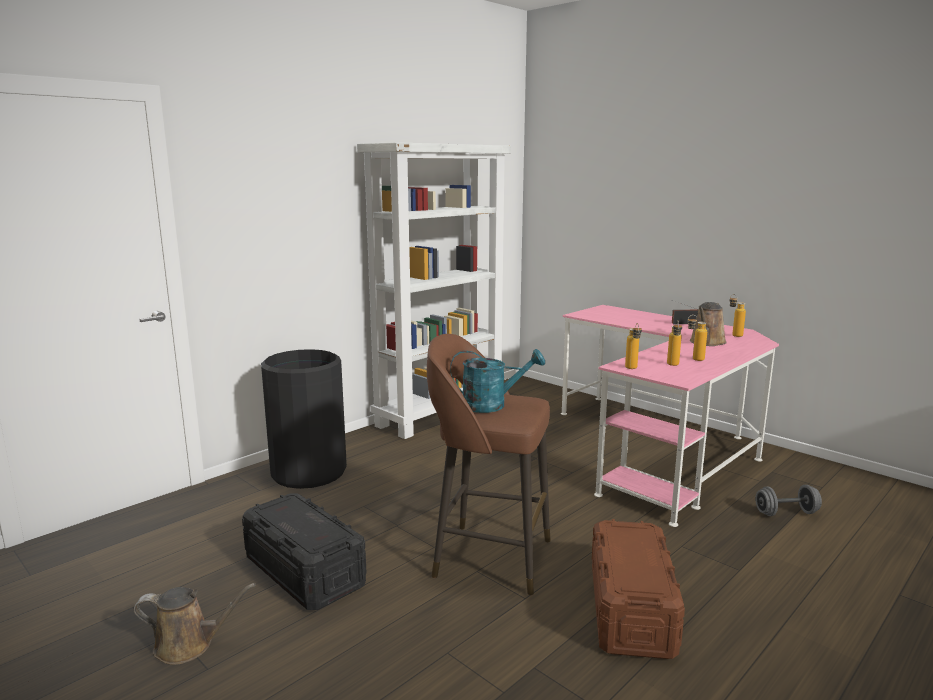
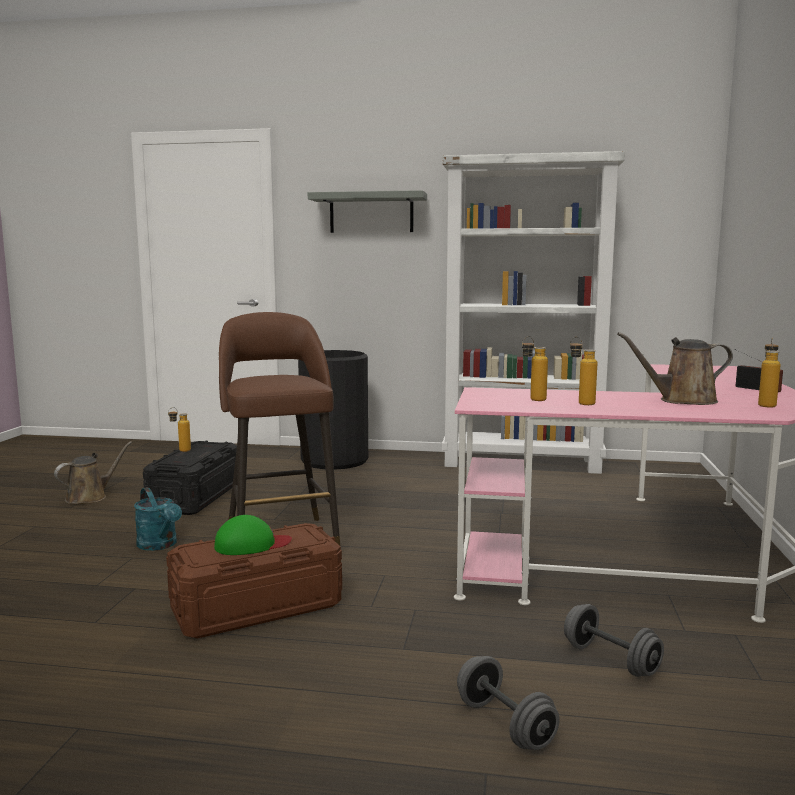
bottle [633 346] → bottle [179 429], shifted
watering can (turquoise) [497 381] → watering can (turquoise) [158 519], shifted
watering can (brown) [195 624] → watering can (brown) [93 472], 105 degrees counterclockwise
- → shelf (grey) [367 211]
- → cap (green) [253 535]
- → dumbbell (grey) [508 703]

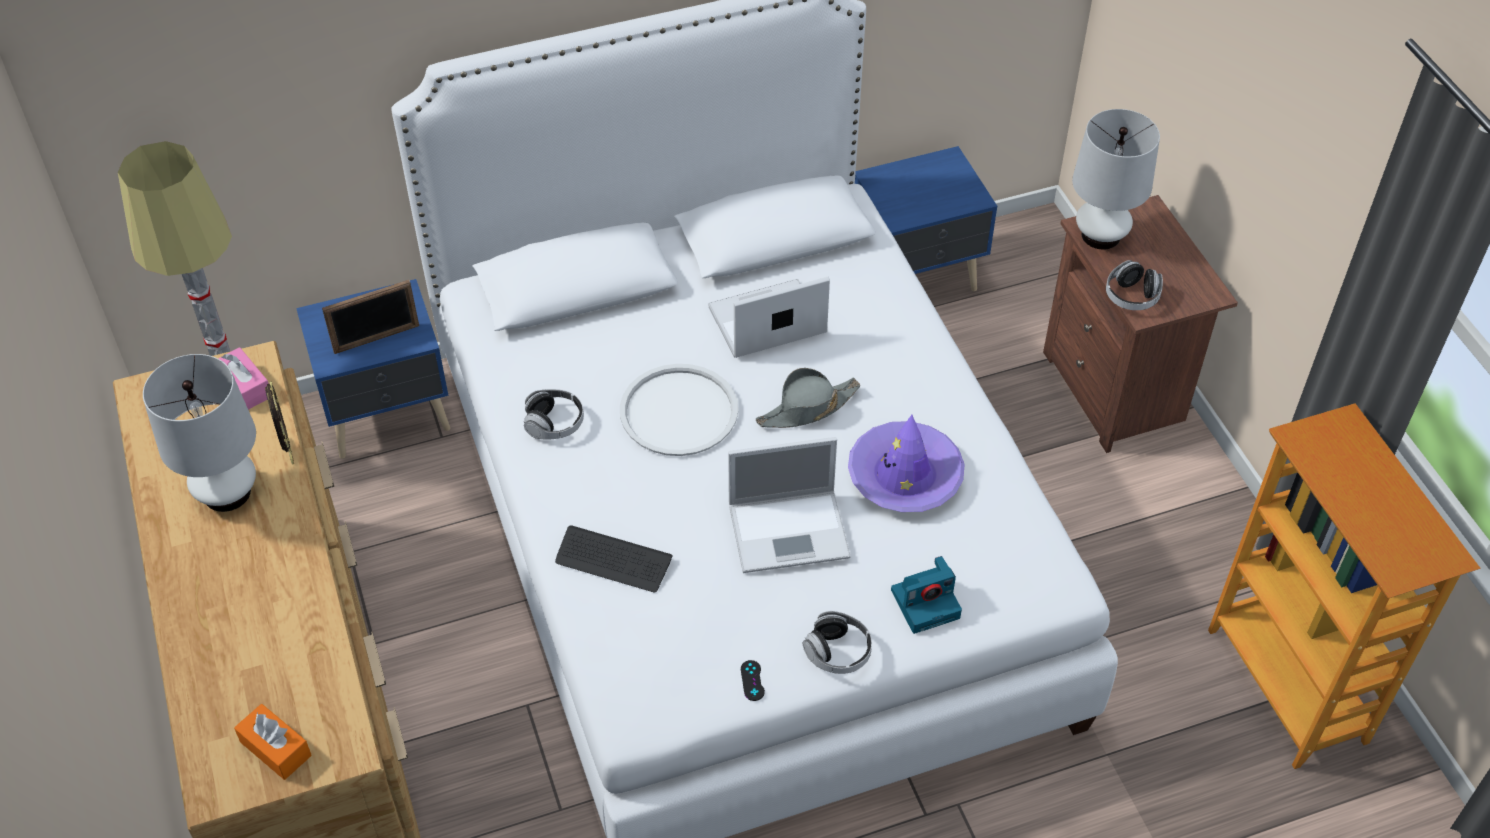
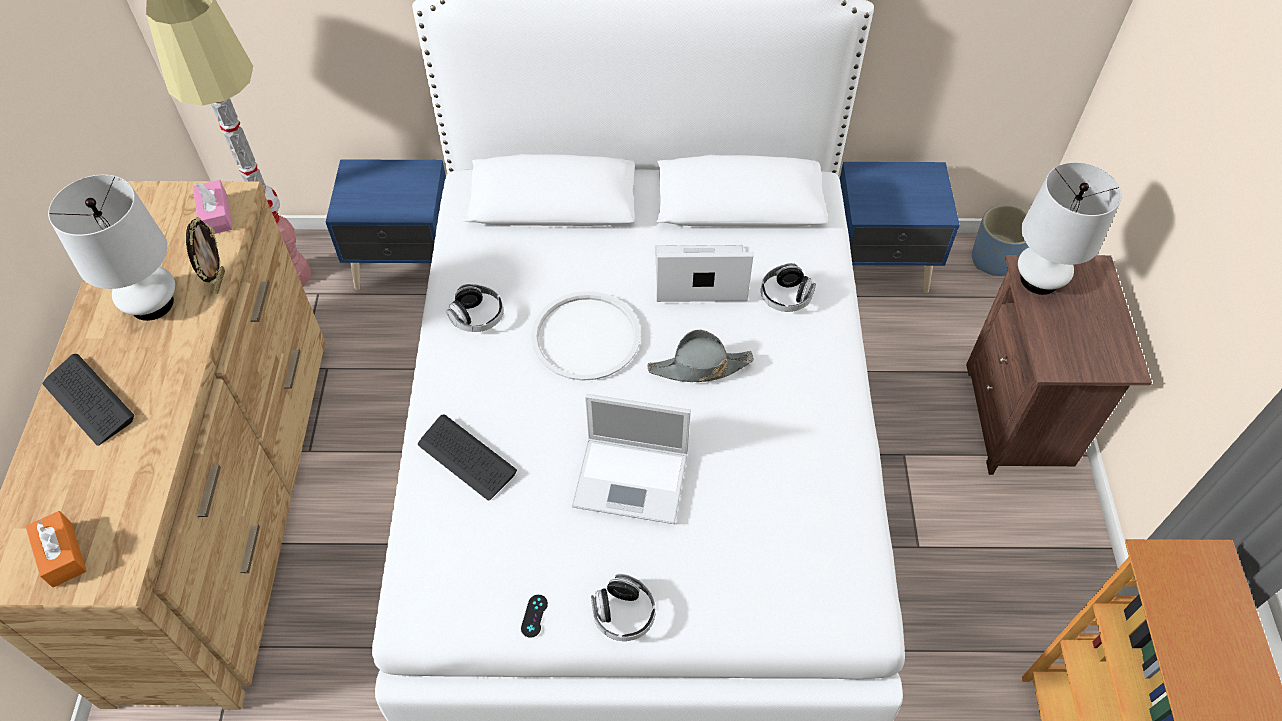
headphones [1134 285] → headphones [788 287], shifted
picture frame [370 317] → -
hat (purple) [906 463] → -
photo camera [926 595] → -
- → planter (blue) [1000 240]
- → keyboard [88 400]

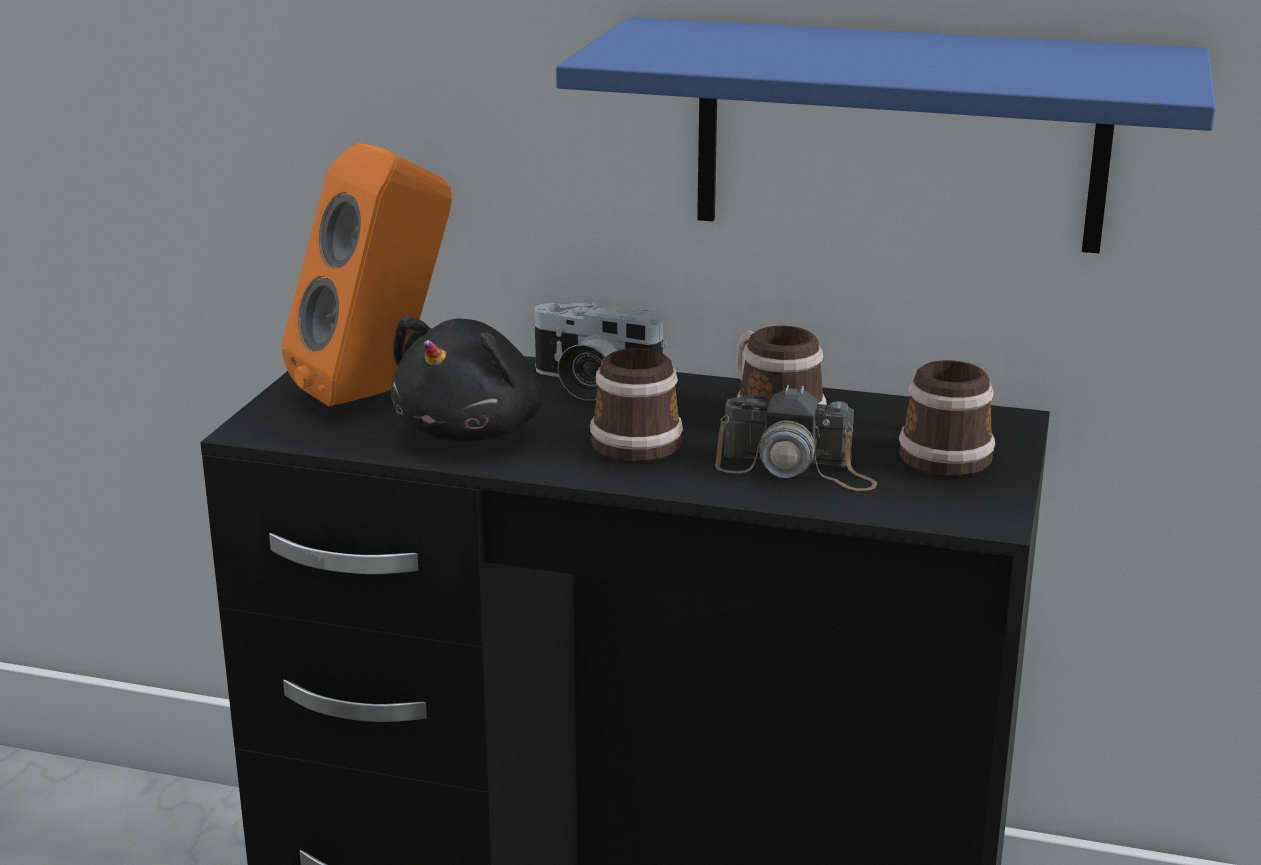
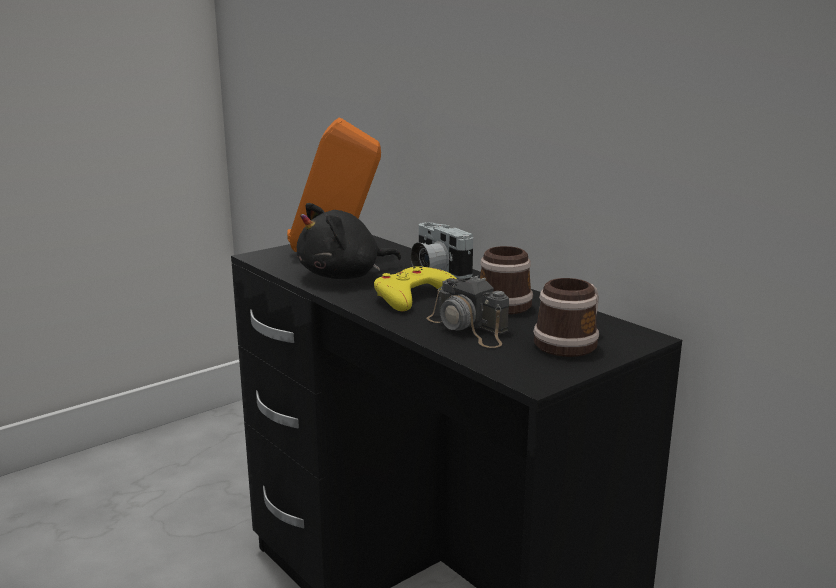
shelf (blue) [886 135] → -
mug [636 405] → game controller (yellow) [415 288]

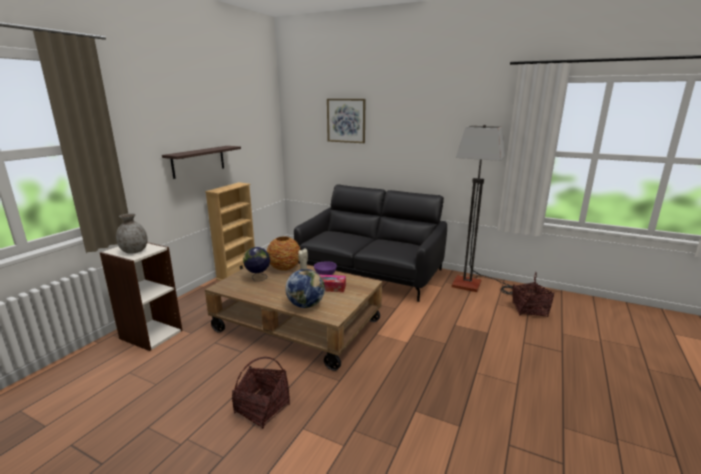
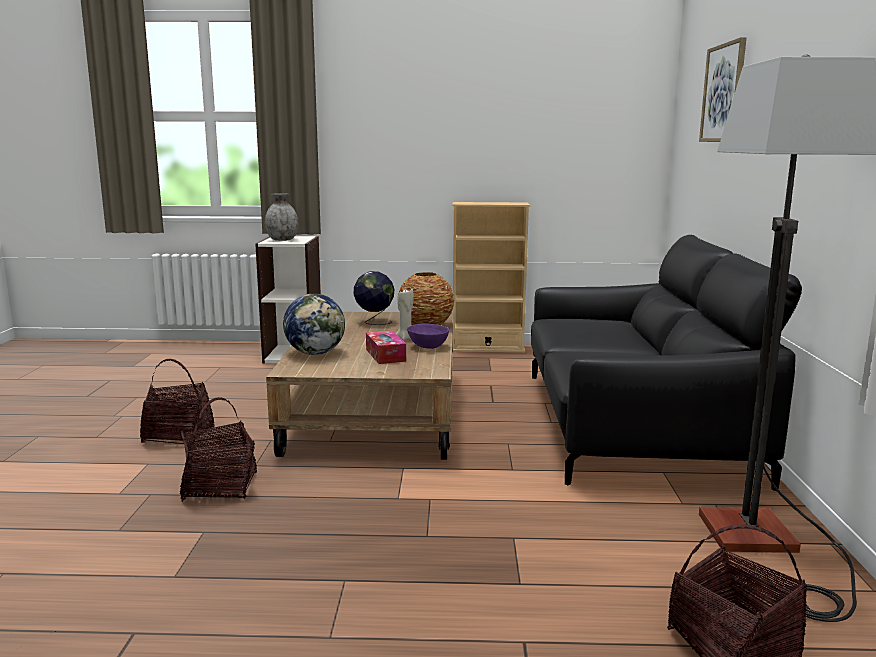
shelf [201 162] → -
- → basket [218 449]

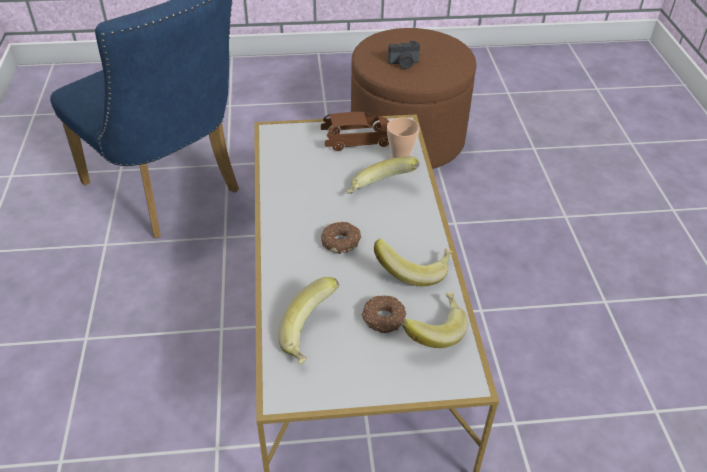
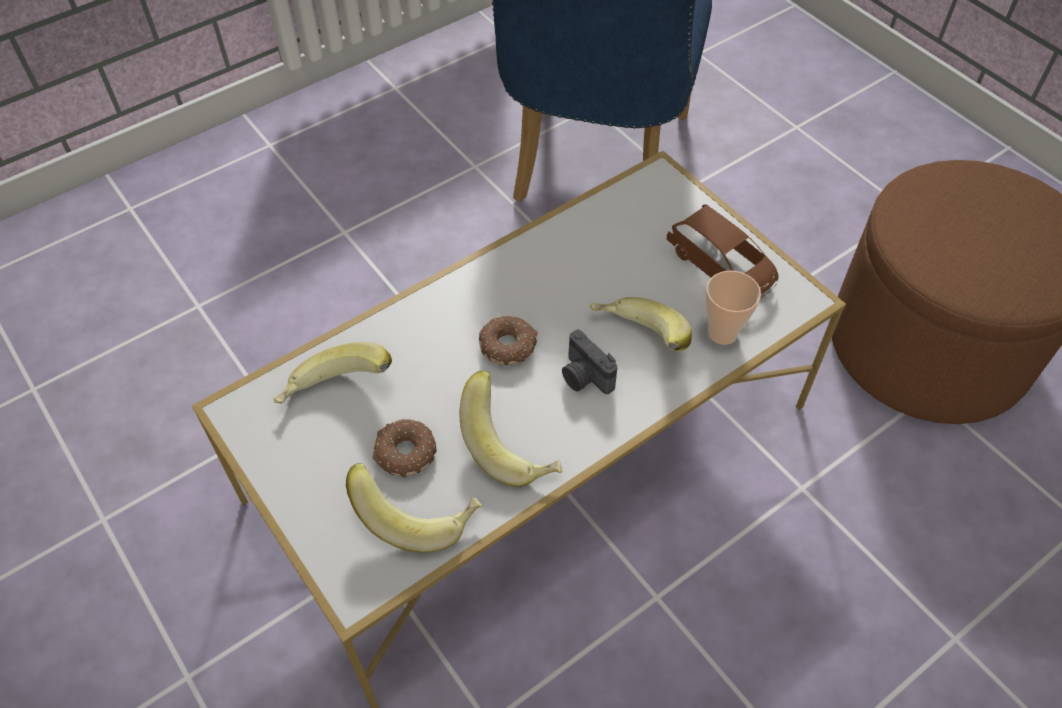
photo camera [404 55] → photo camera [589 362], shifted

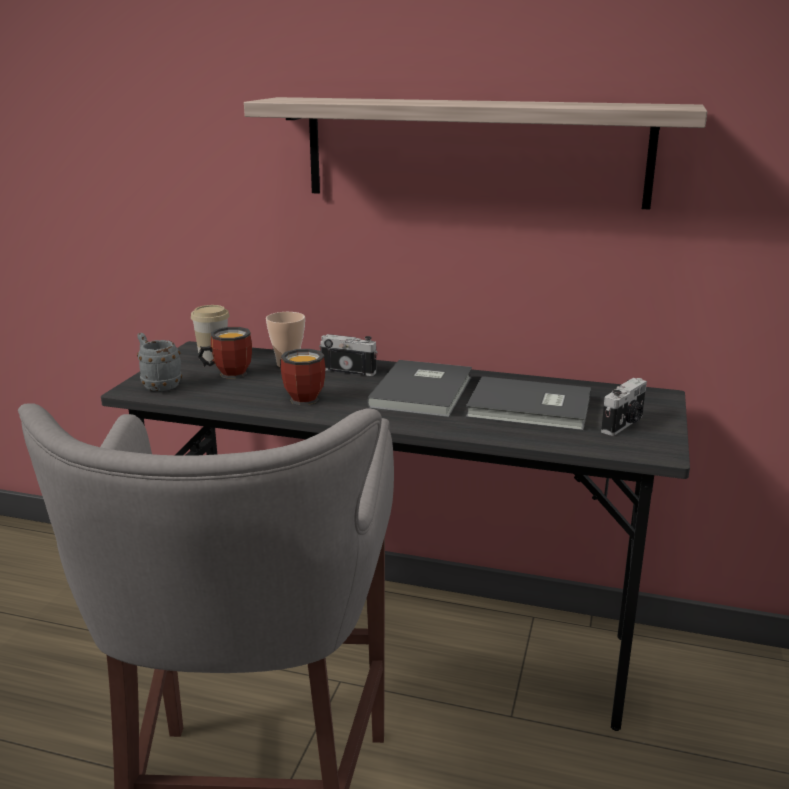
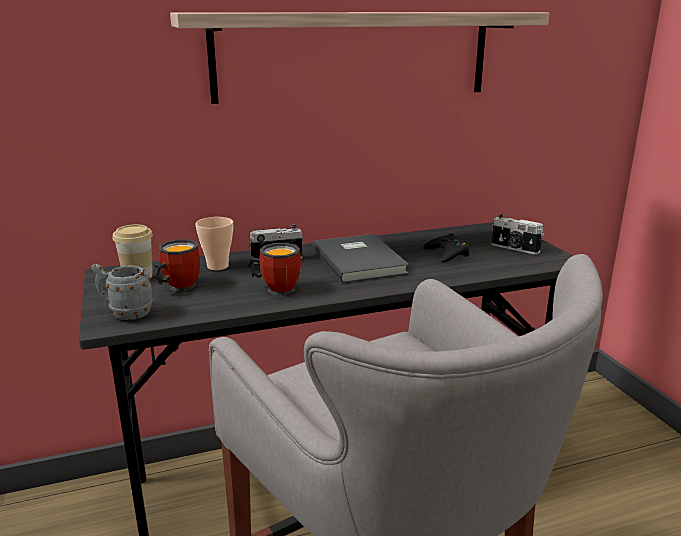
book (grey) [528 403] → game controller (black) [446 248]
photo camera [624 407] → photo camera [518 234], 120 degrees clockwise

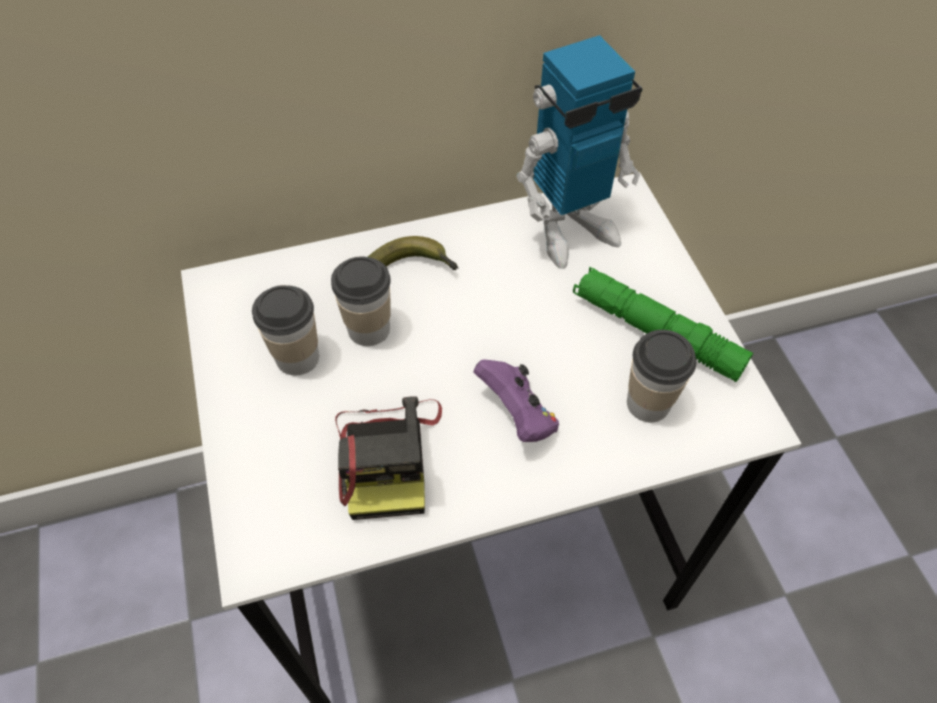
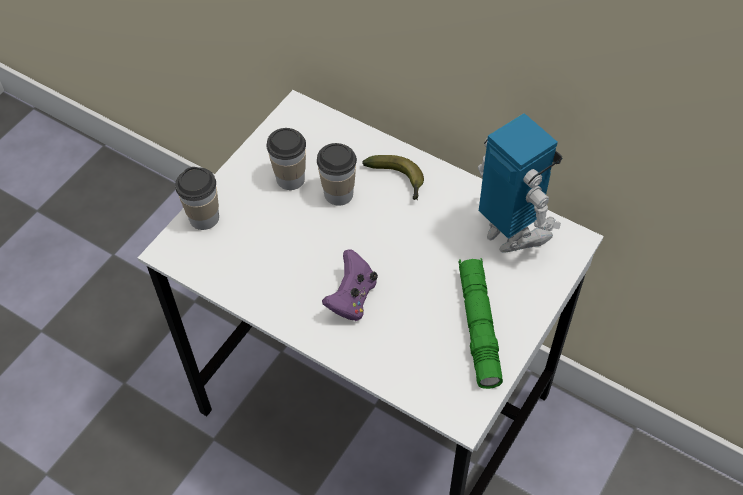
toy robot [579 152] → toy robot [519 183], 150 degrees counterclockwise
cup [661 376] → cup [197 198], shifted
photo camera [388 458] → -

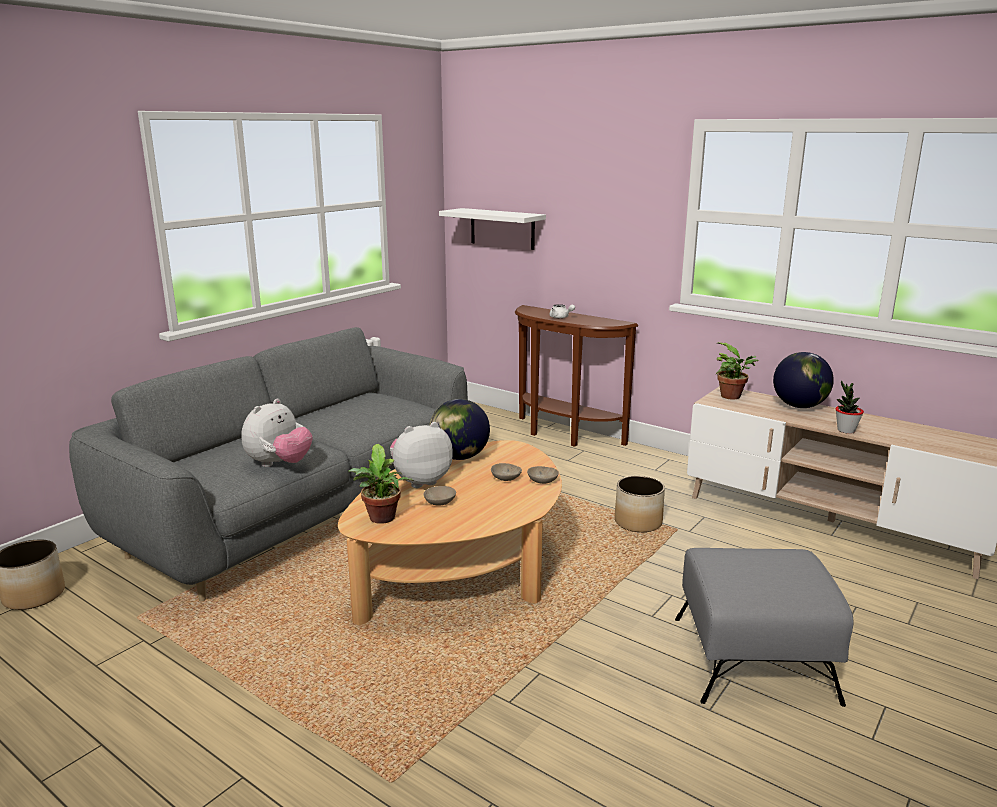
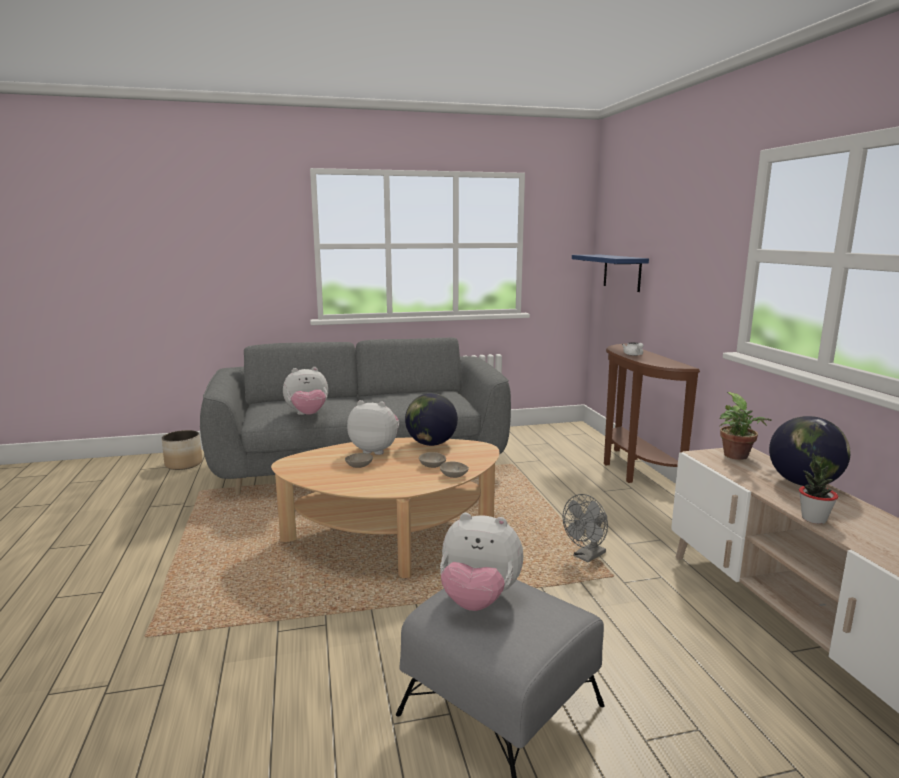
shelf (white) [492 229] → shelf (blue) [610 273]
potted plant [380 484] → -
planter [640 504] → fan (grey) [585 528]
- → plush toy [481 562]

